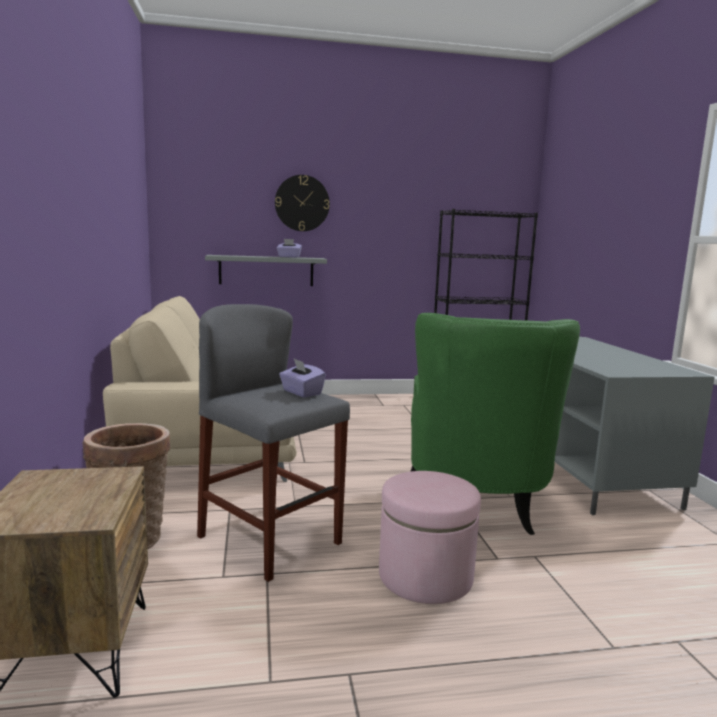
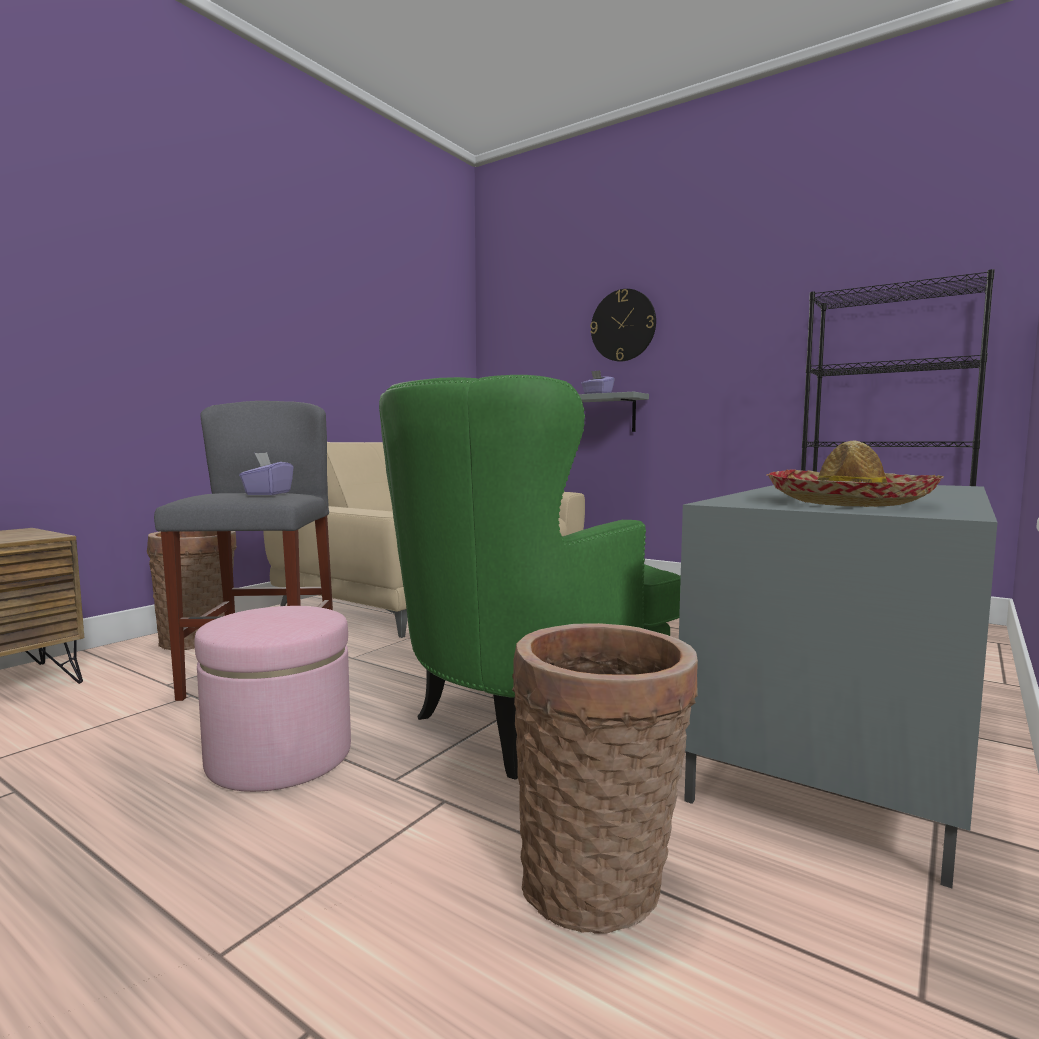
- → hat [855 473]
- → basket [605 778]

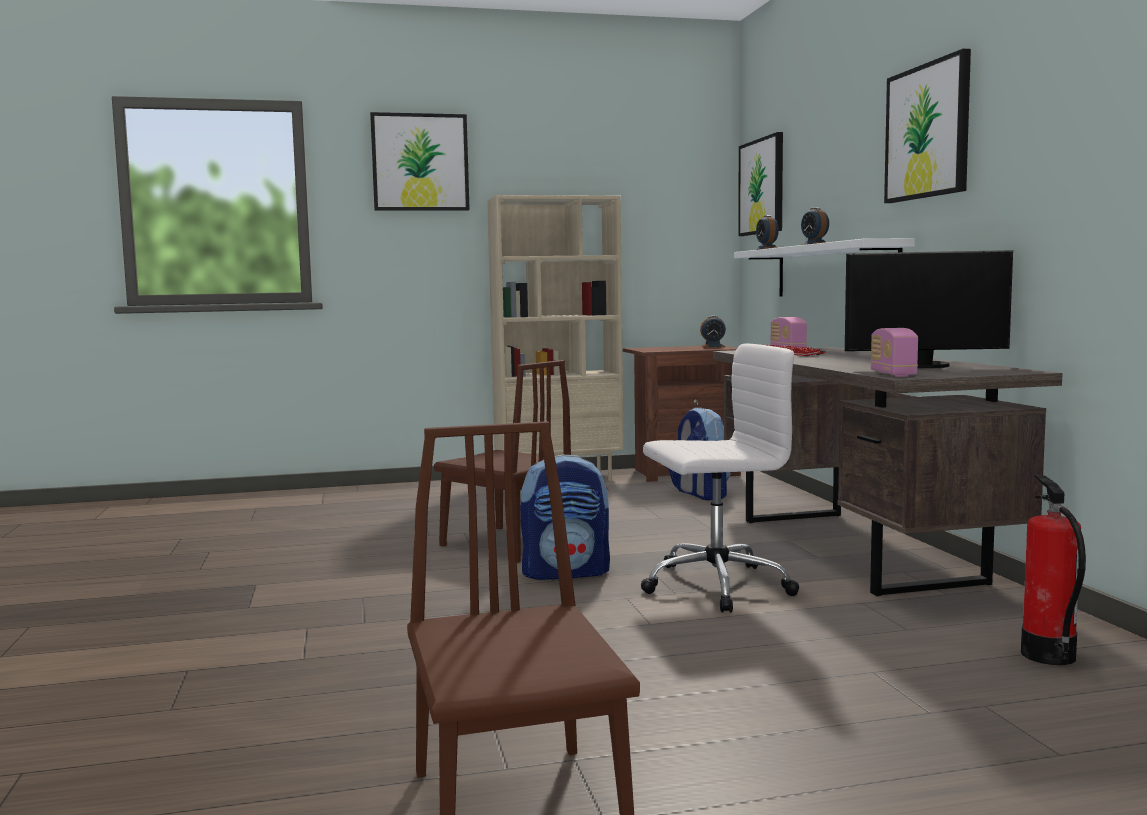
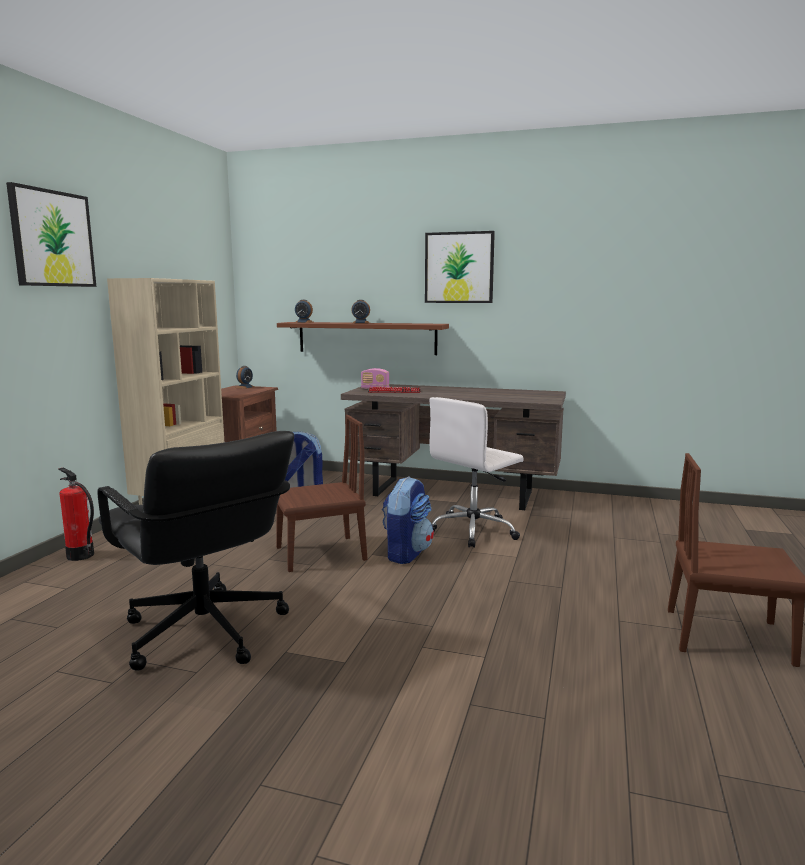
picture [760 184] → -
shelf (white) [824 267] → shelf (brown) [363 338]
monitor [929 309] → -
radio [894 352] → -
office chair (white) [720 478] → office chair (white) [476 472], 150 degrees counterclockwise
fire extinguisher [1053 570] → fire extinguisher [76 514], shifted
- → office chair (black) [195 551]

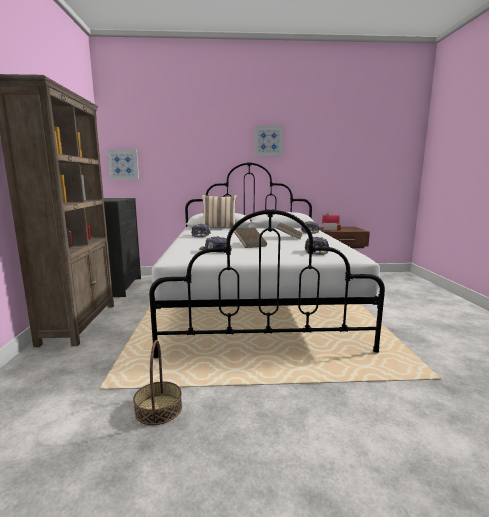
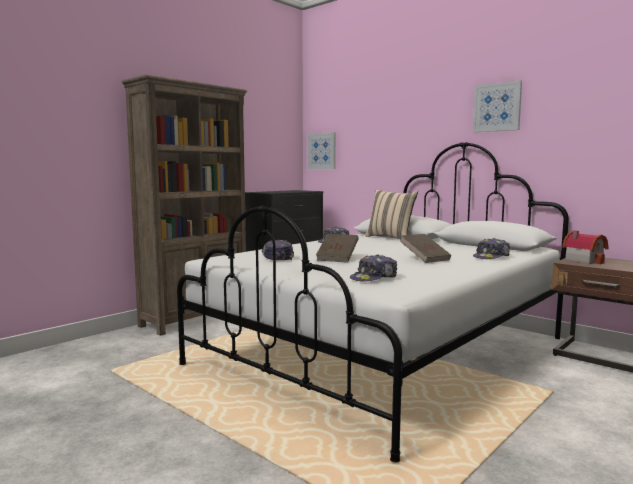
basket [157 382] → -

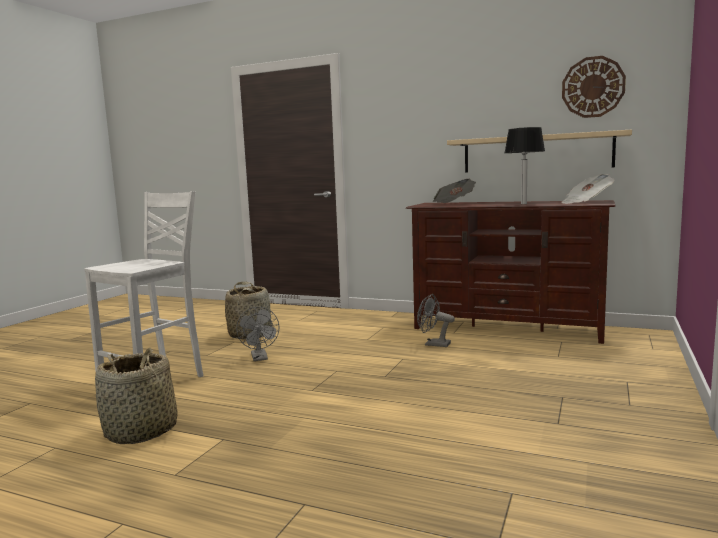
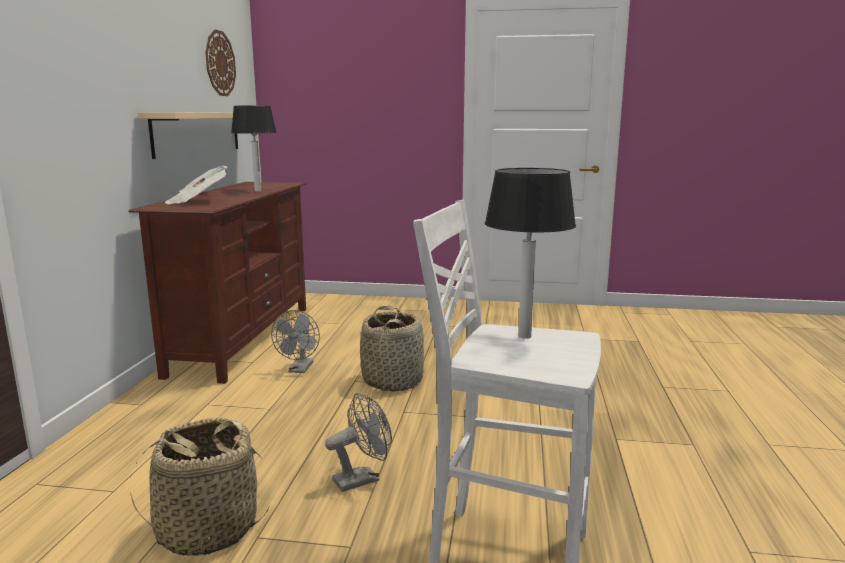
newspaper [588 189] → -
basket [136 396] → basket [392 349], shifted
- → table lamp [530 253]

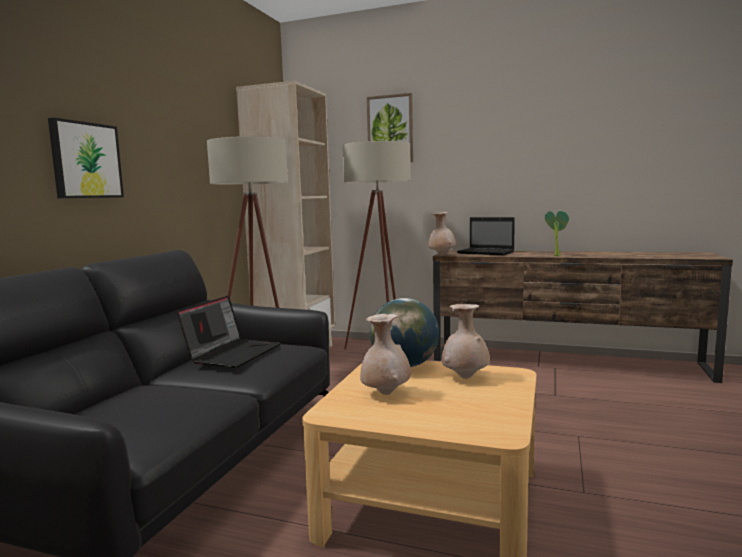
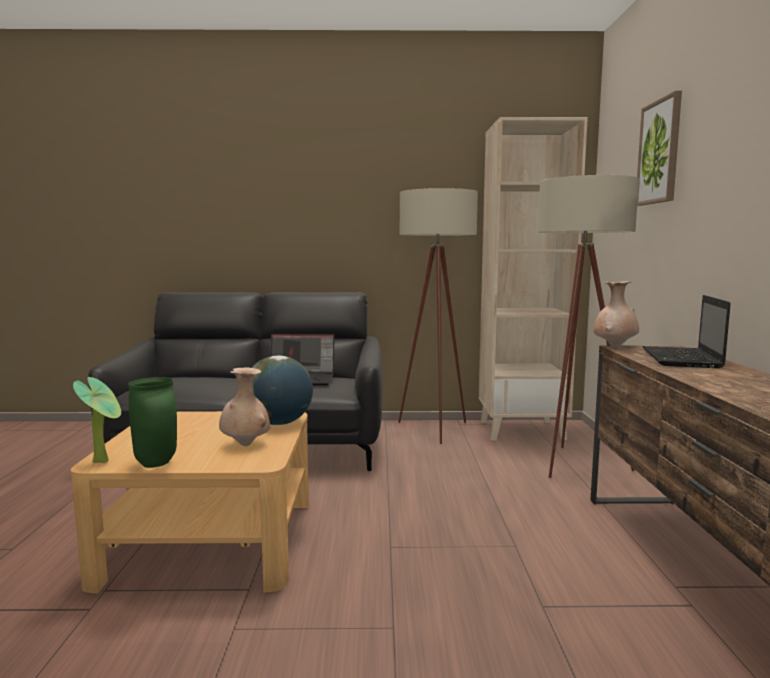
picture [86 158] → -
potted plant [557 233] → potted plant [97 420], shifted
vase (beige) [385 354] → -
- → vase (green) [152 422]

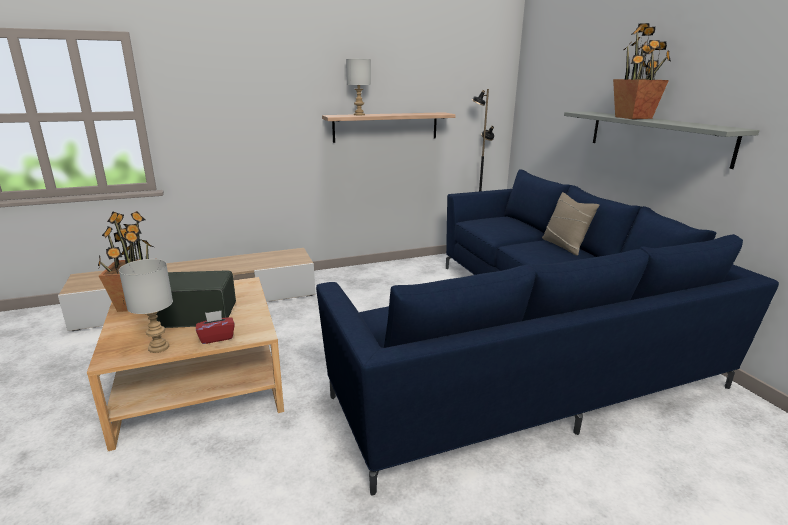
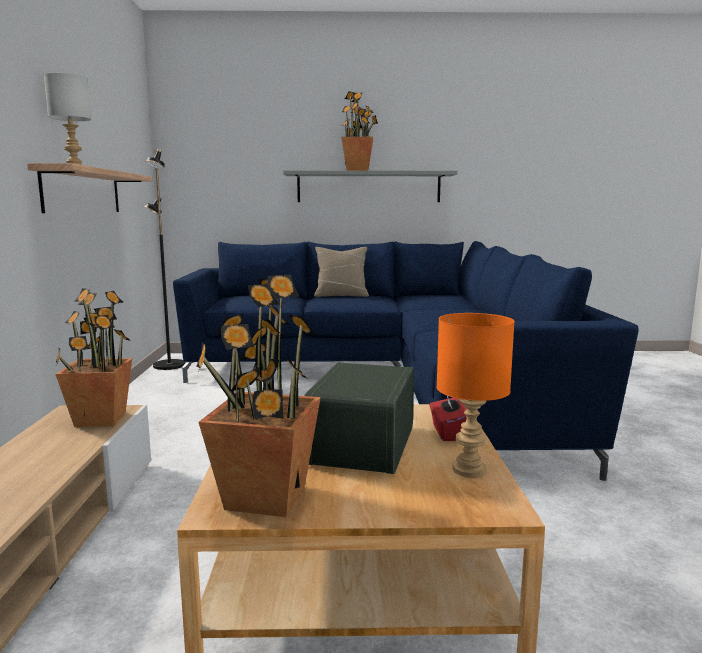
table lamp (grey) [146 306] → table lamp (orange) [476 395]
- → potted plant [93 357]

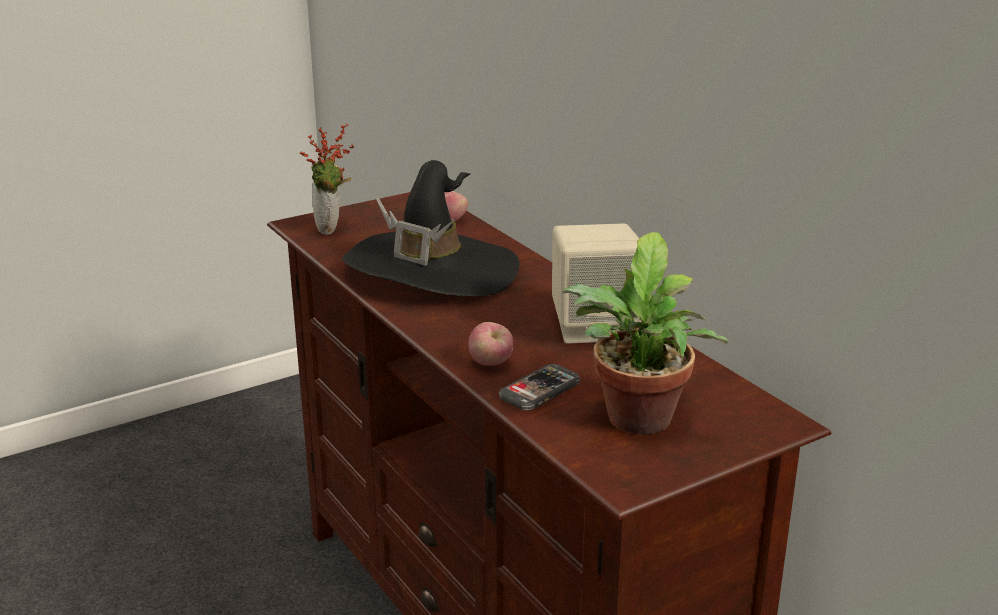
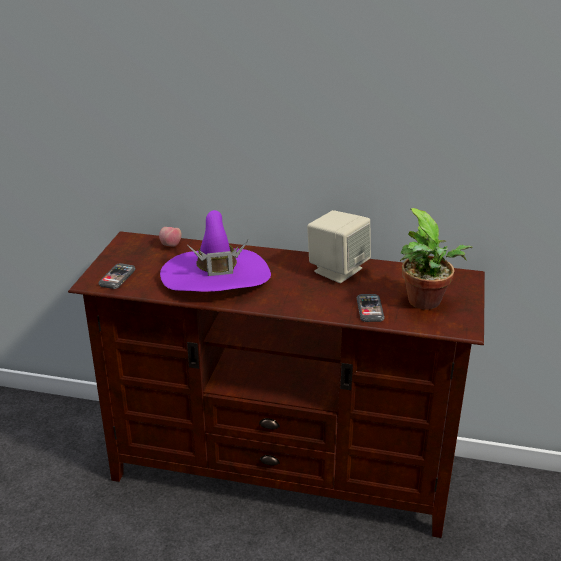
potted plant [327 179] → phone [117 276]
hat (black) [430 228] → hat (purple) [215 251]
apple [490 344] → -

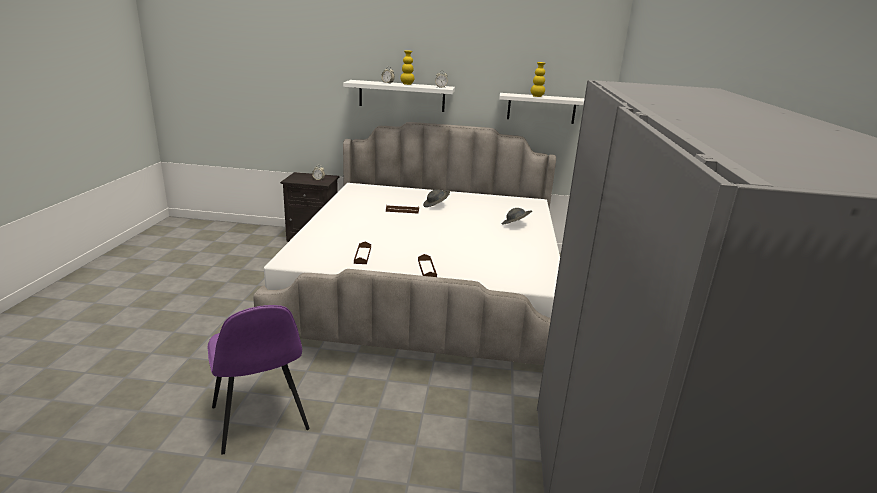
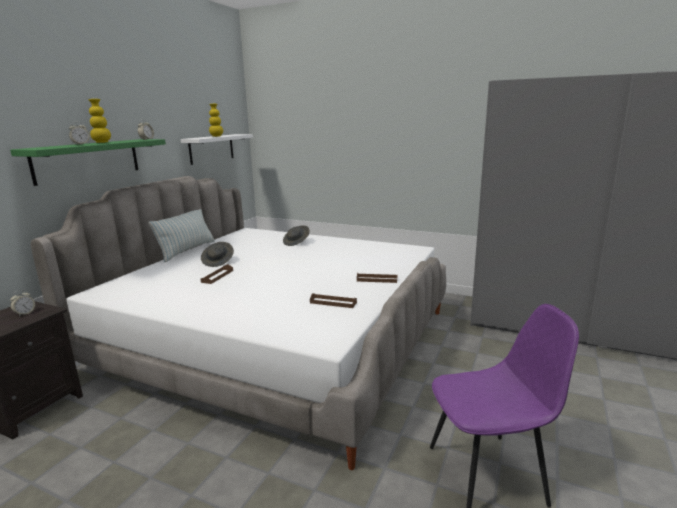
shelf (white) [399 96] → shelf (green) [88 162]
- → pillow [181 235]

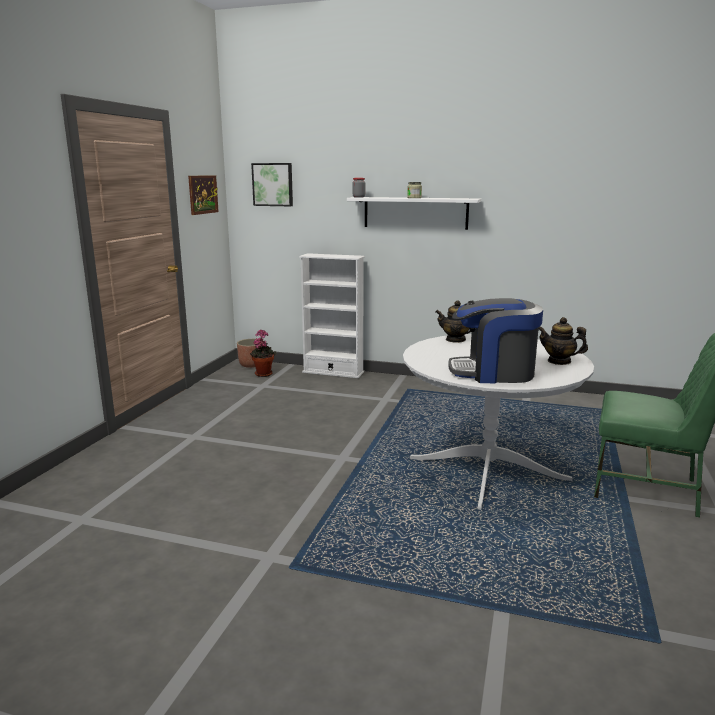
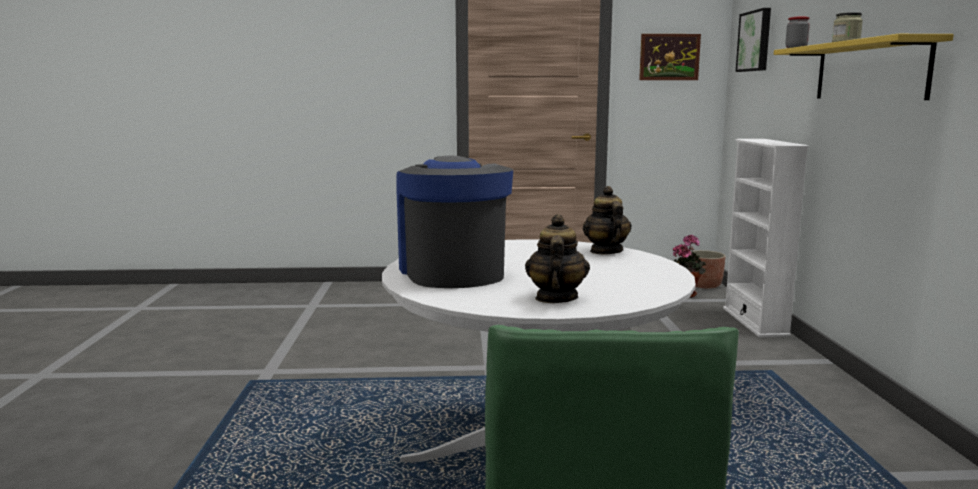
shelf (white) [414 213] → shelf (yellow) [864 67]

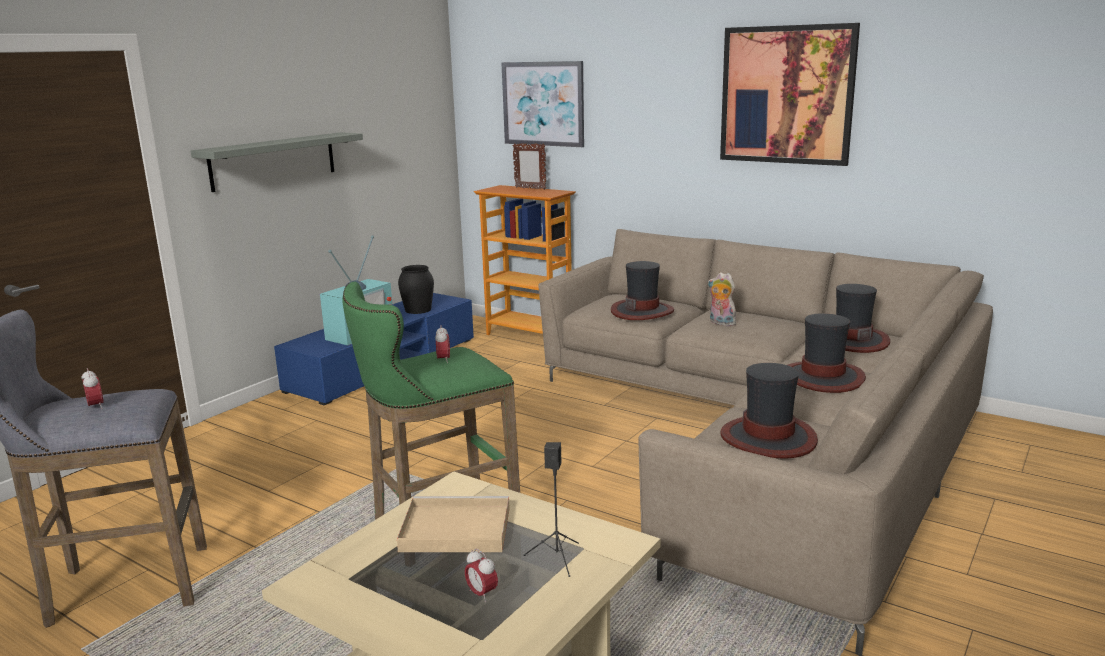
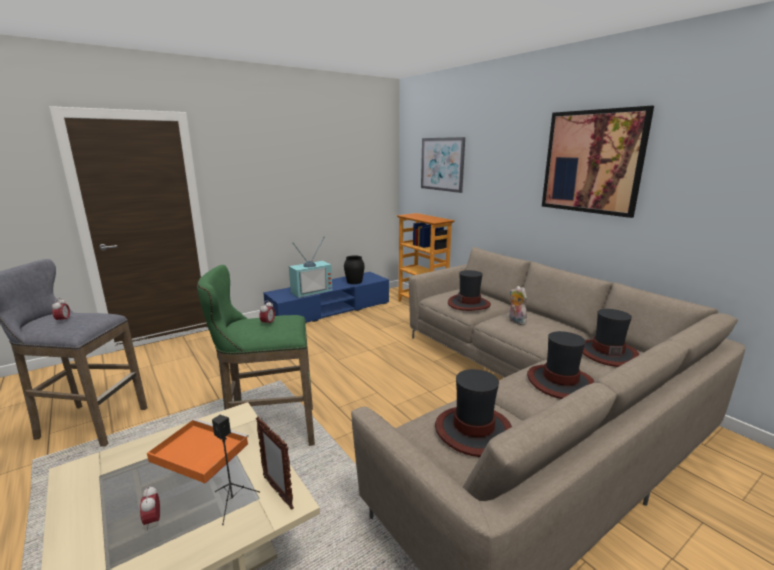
shelf (grey) [277 162] → -
picture frame [529 166] → picture frame [275 462], shifted
tray (beige) [453 524] → tray (orange) [198 451]

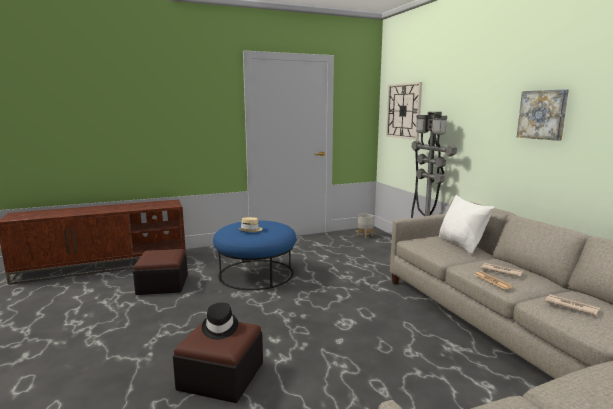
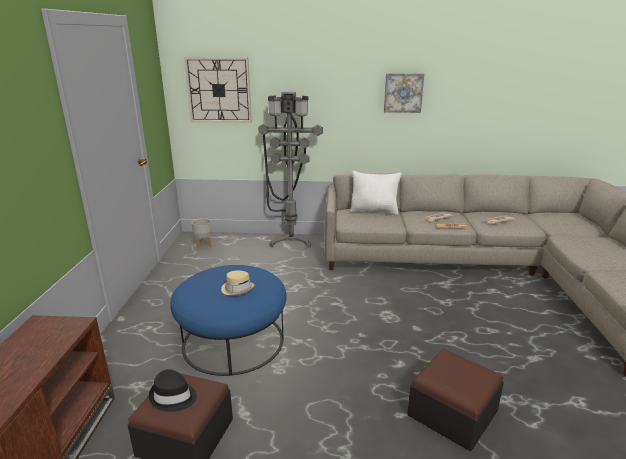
hat (black) [220 321] → hat (black) [173 390], shifted

